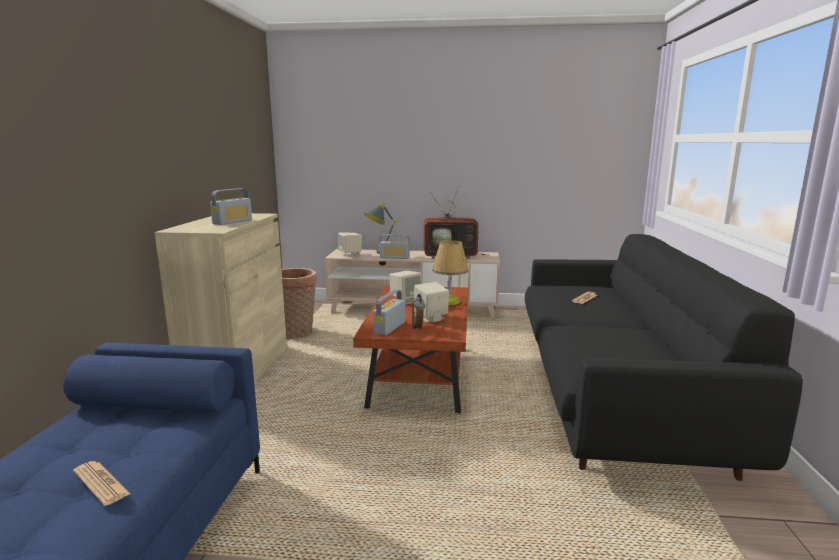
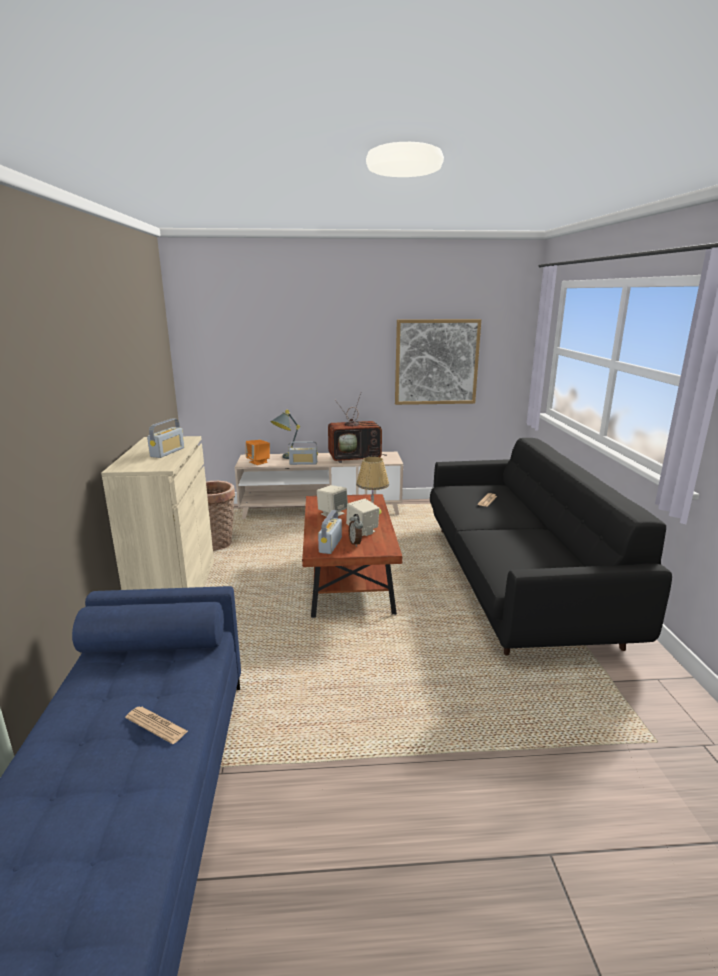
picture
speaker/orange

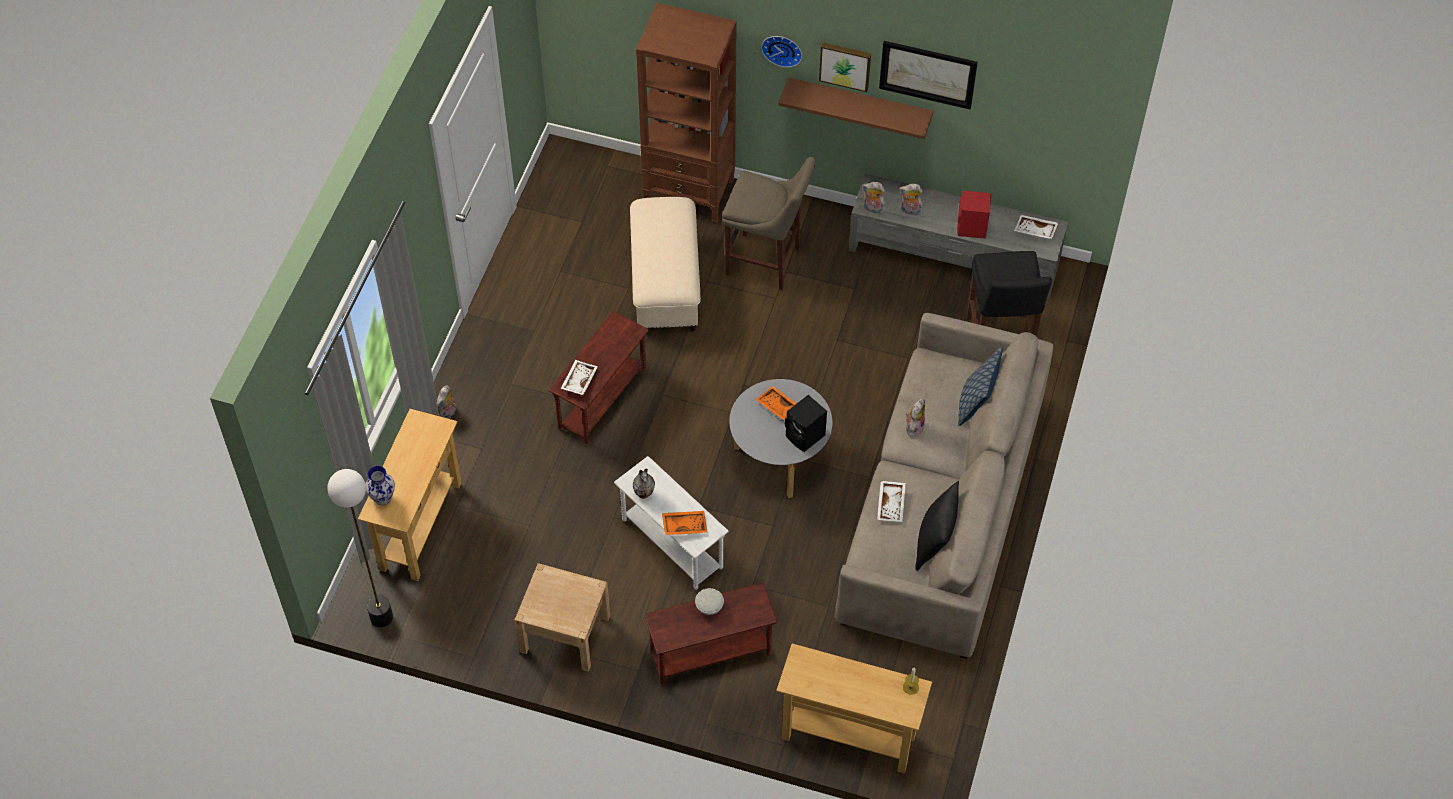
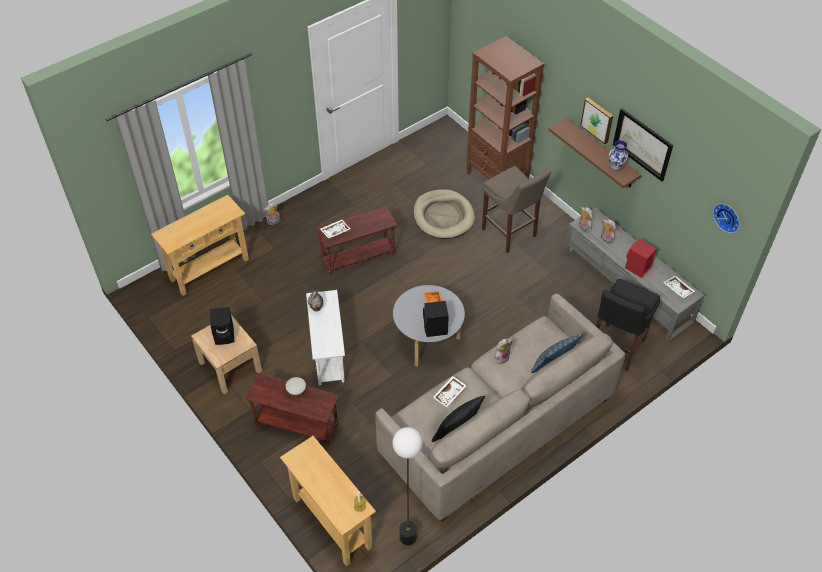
tray/orange (1st from left in the first image)
speaker/black (1st from left)
floor lamp
vase (2nd from left)
wall clock
dog bed/beige

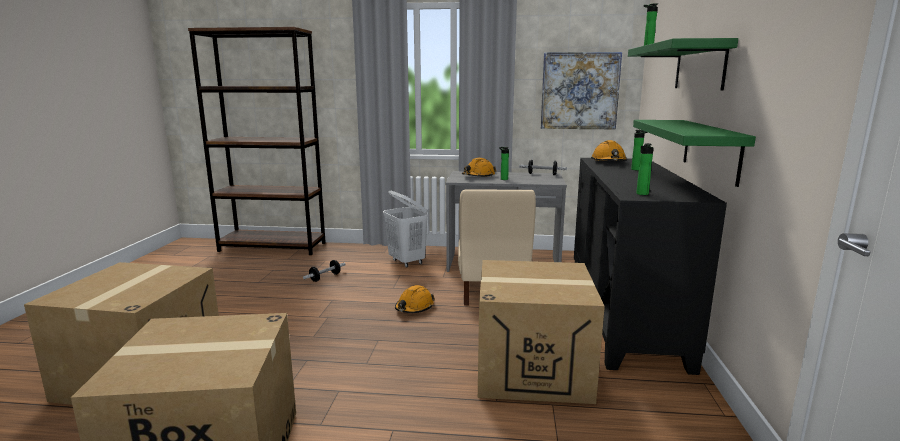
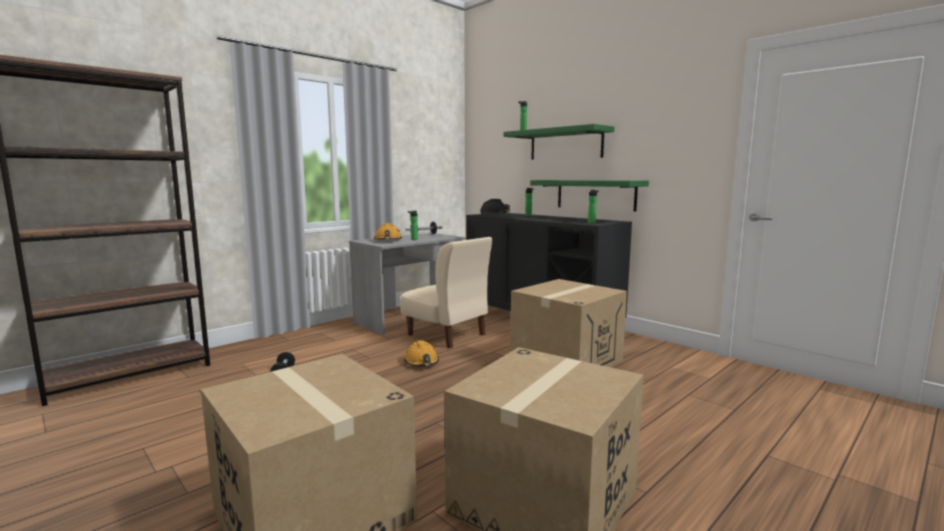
laundry basket/white
picture
hard hat/black

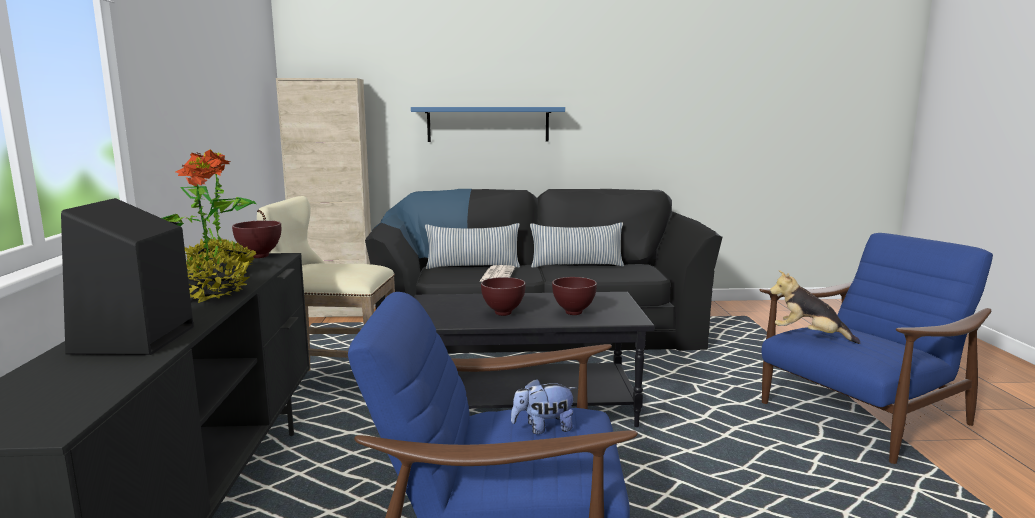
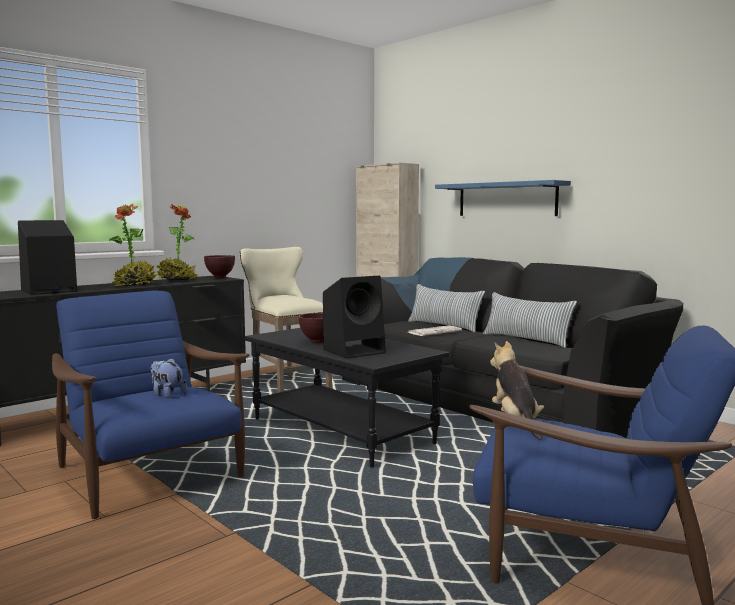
speaker/black (2nd from left)

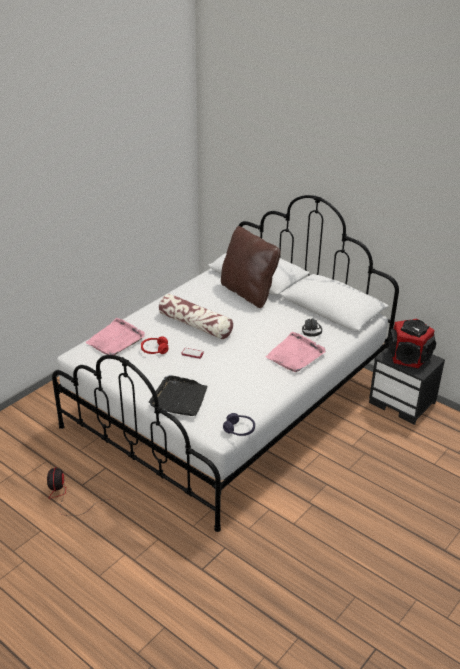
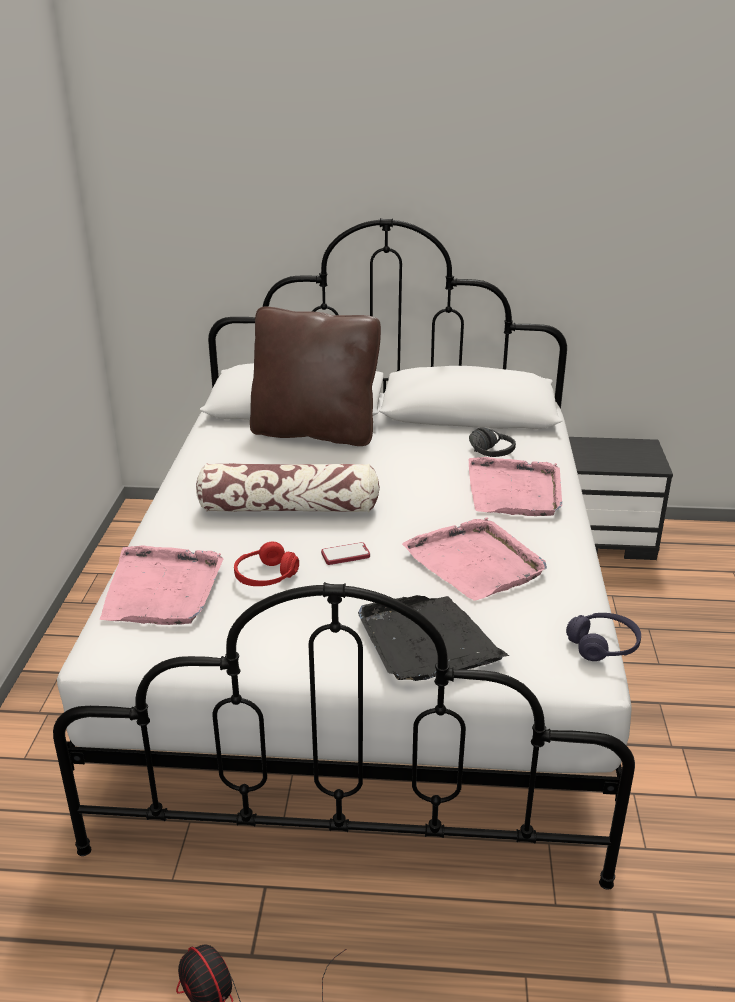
speaker
tray/pink (2nd from left)

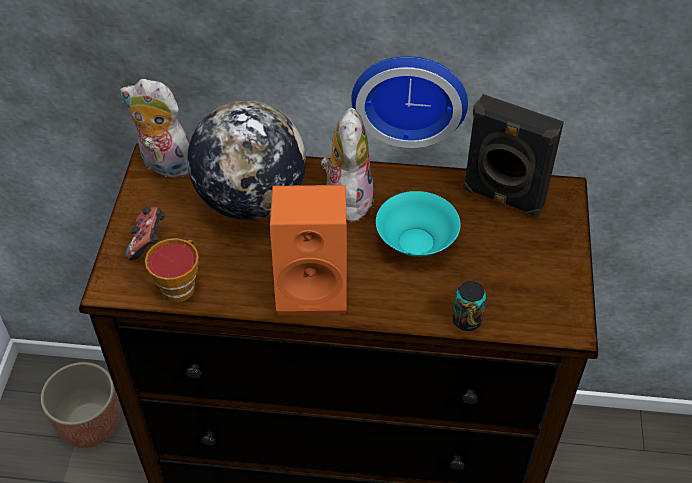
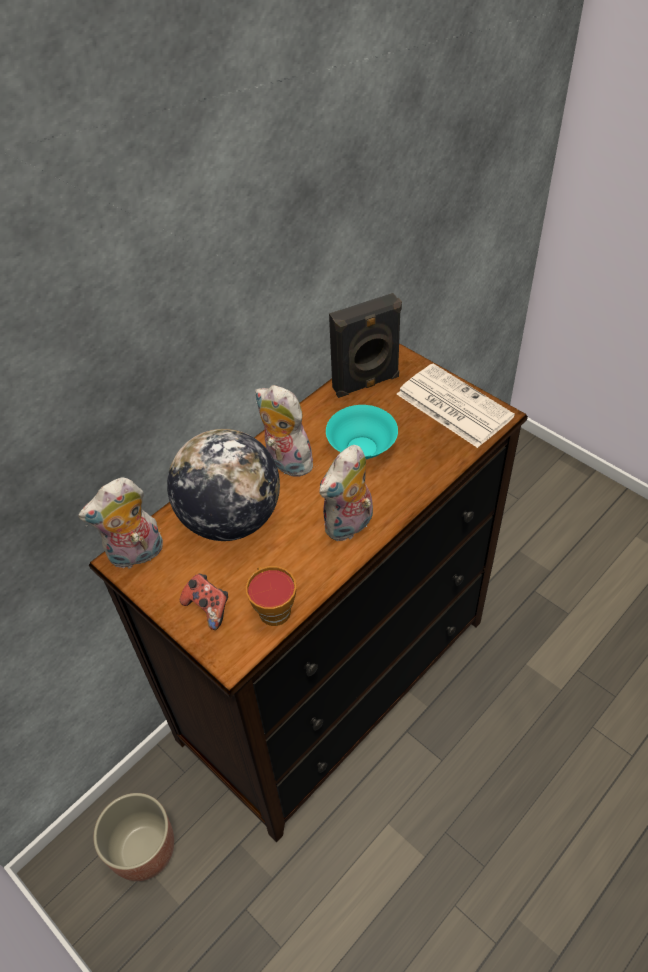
wall clock
can
newspaper
plush toy (3rd from left)

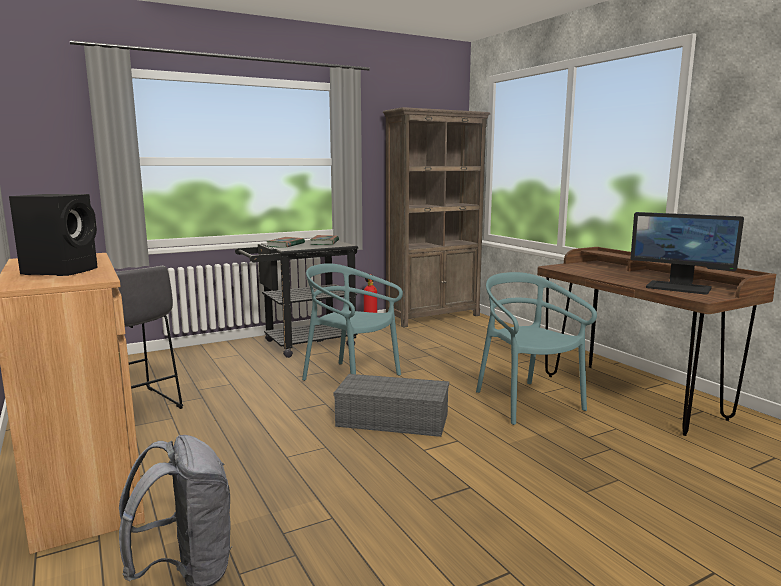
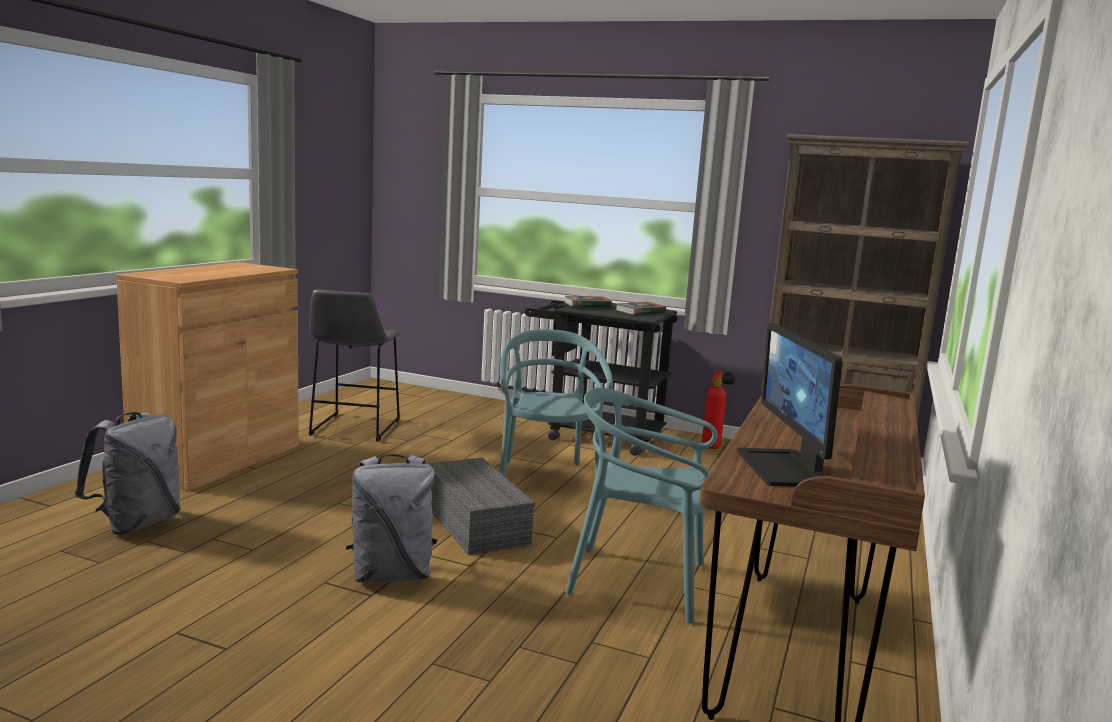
speaker/black
backpack/grey (2nd from left)
chair/turquoise (2nd from left)

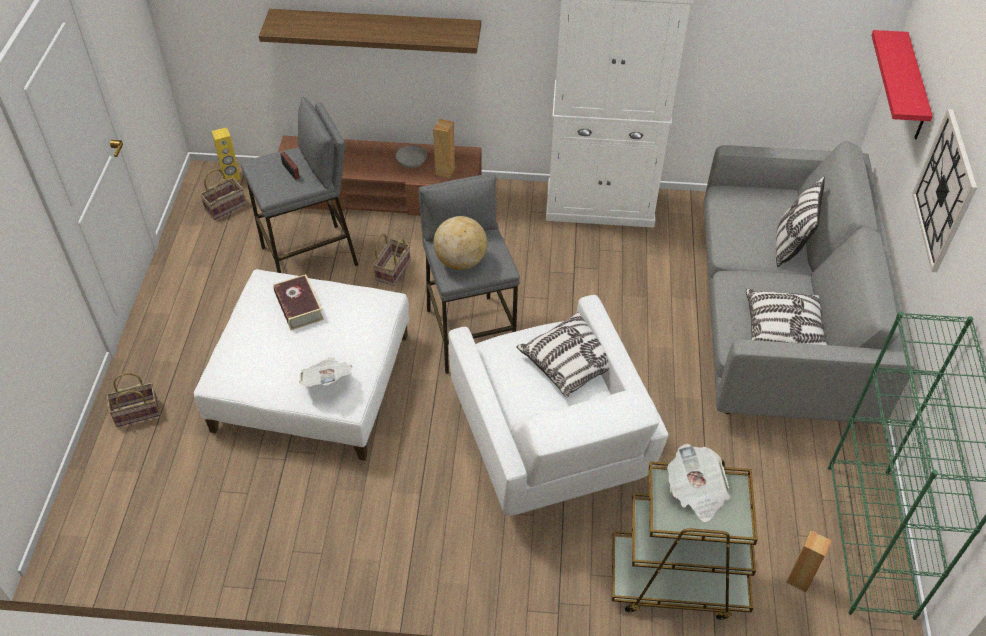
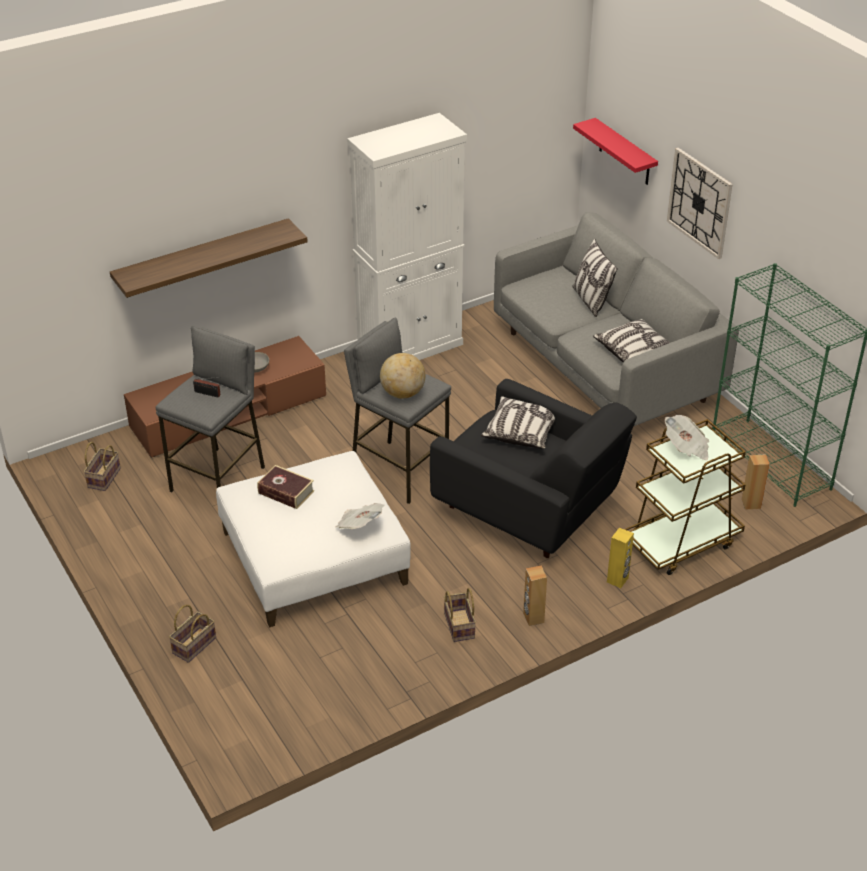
speaker/yellow
basket (3rd from left)
speaker/brown (1st from left)
armchair/black

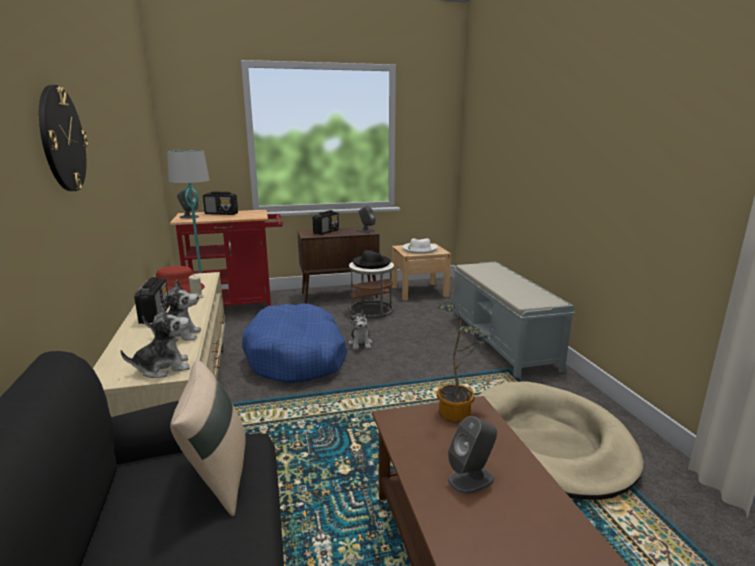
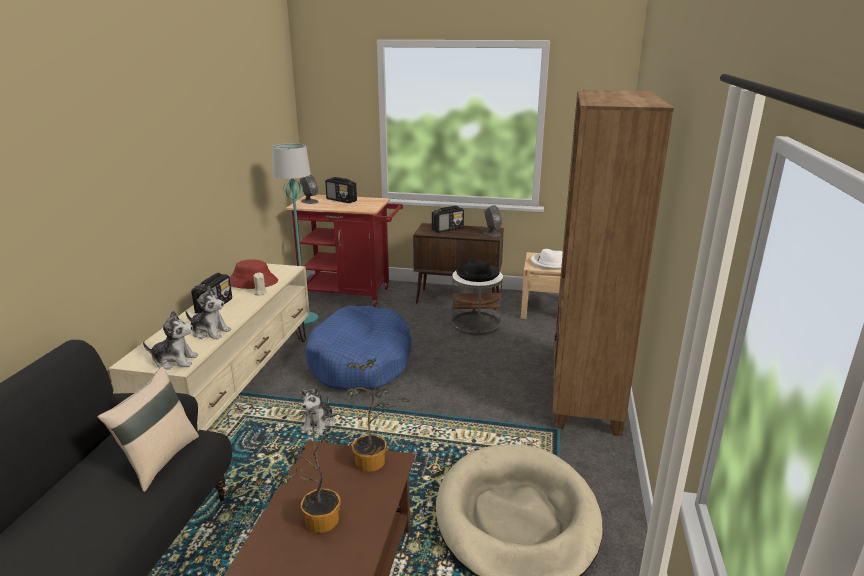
wall clock
plush toy (3rd from left)
potted plant (1st from left)
bookcase/brown

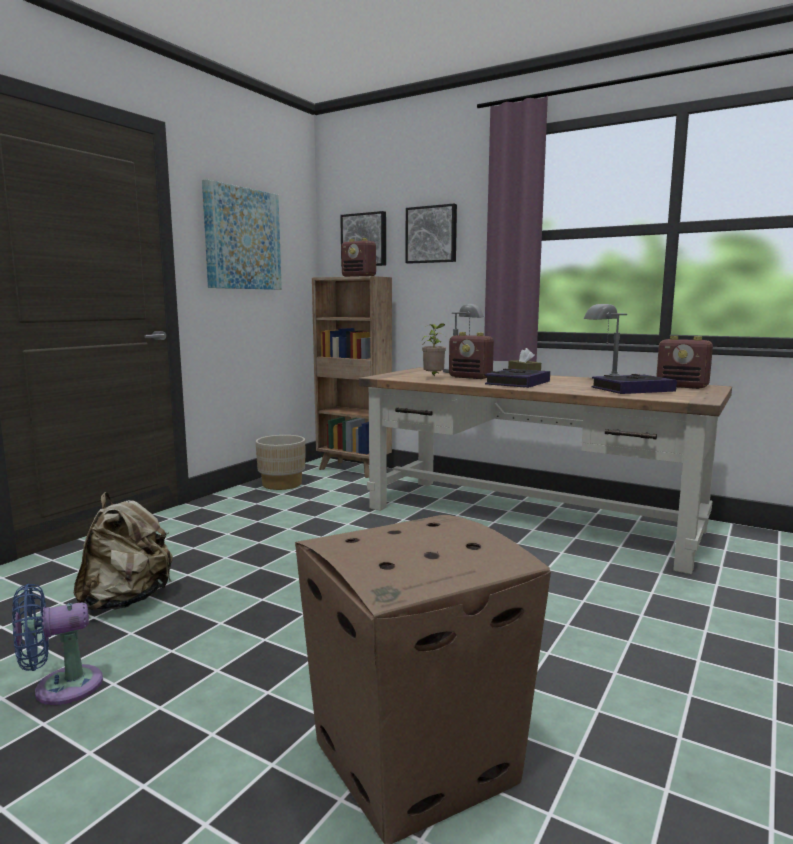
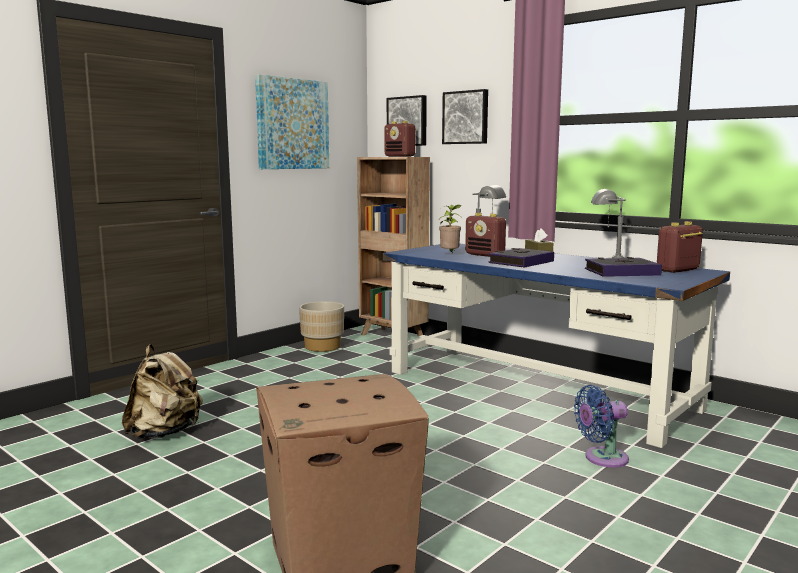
fan/blue
desk/blue
radio (3rd from left)

